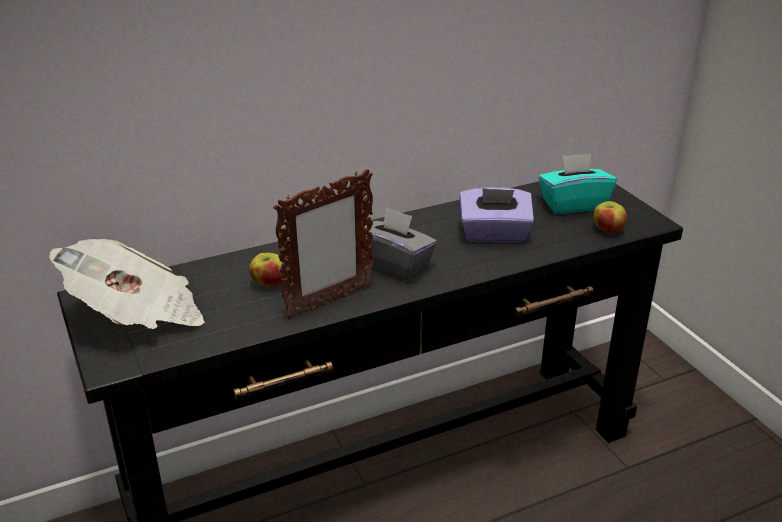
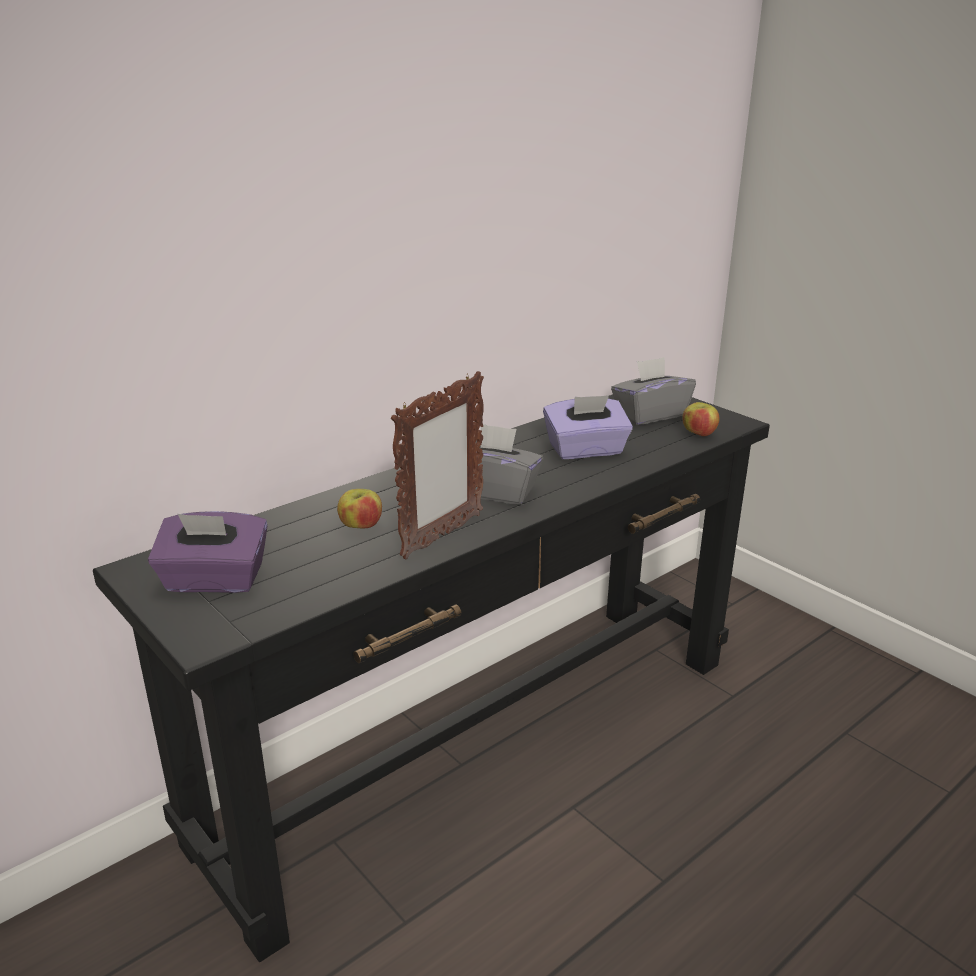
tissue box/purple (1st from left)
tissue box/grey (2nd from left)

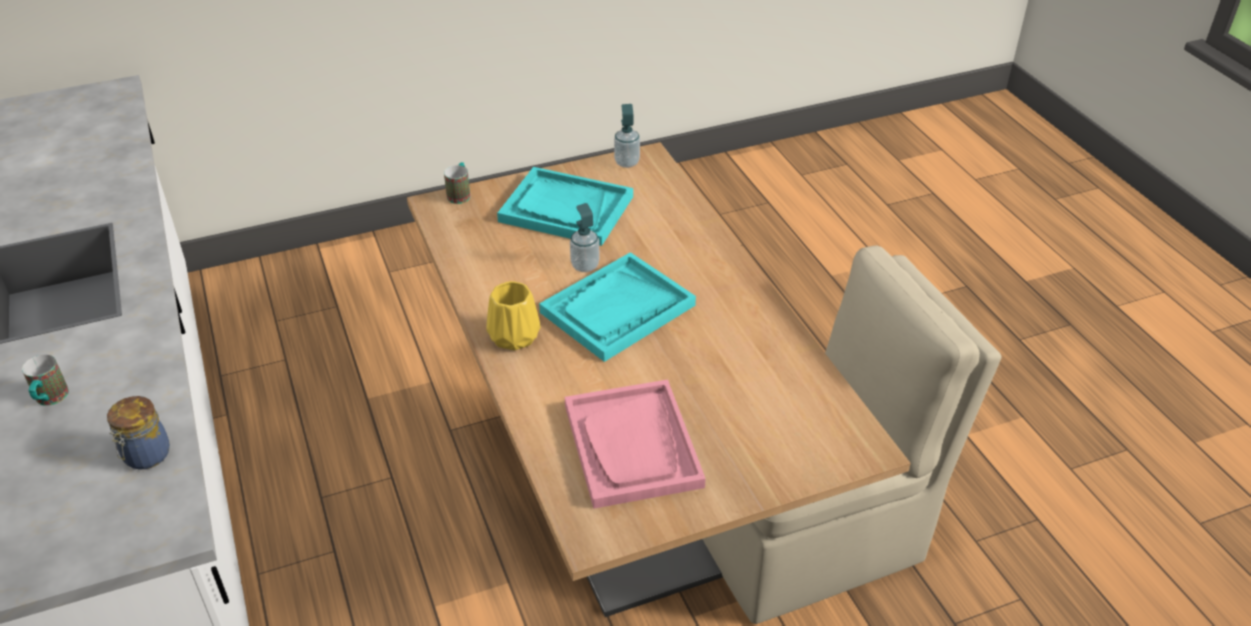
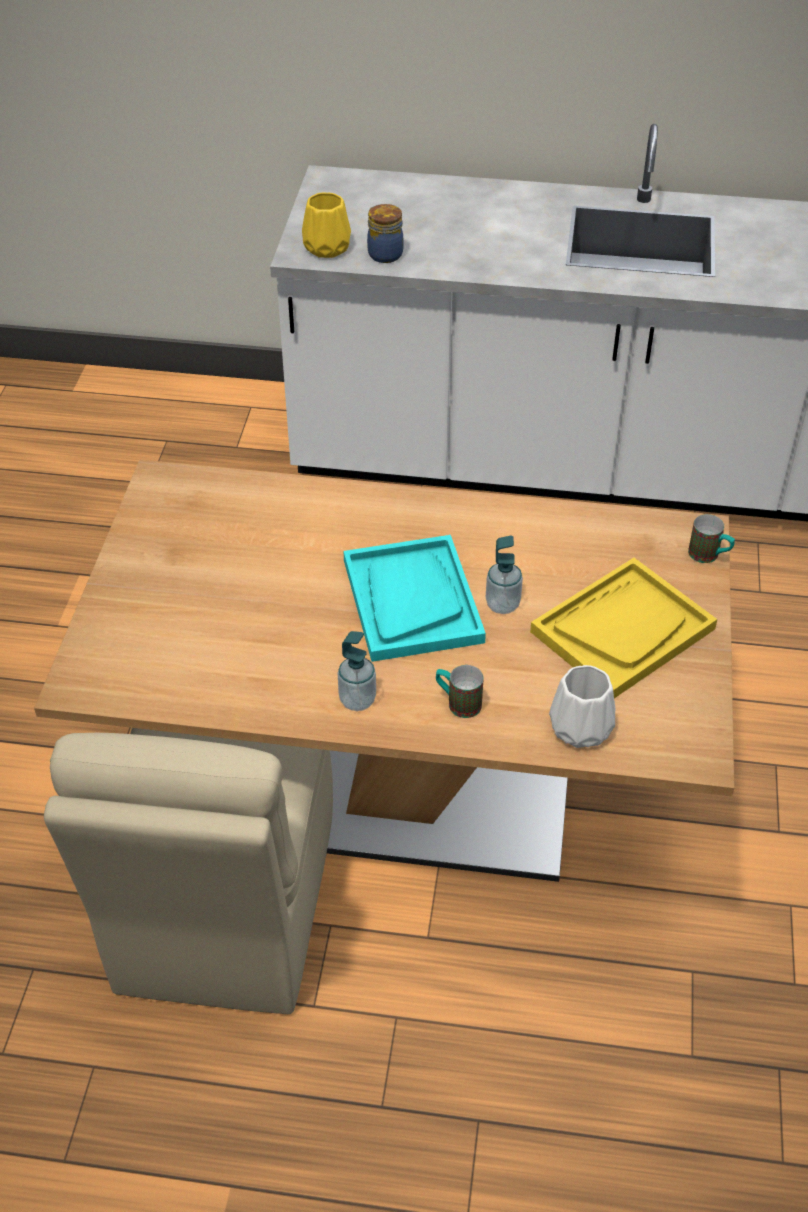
tray/pink
vase/white
mug (1st from left)
vase/yellow
soap dispenser (1st from left)
tray/yellow

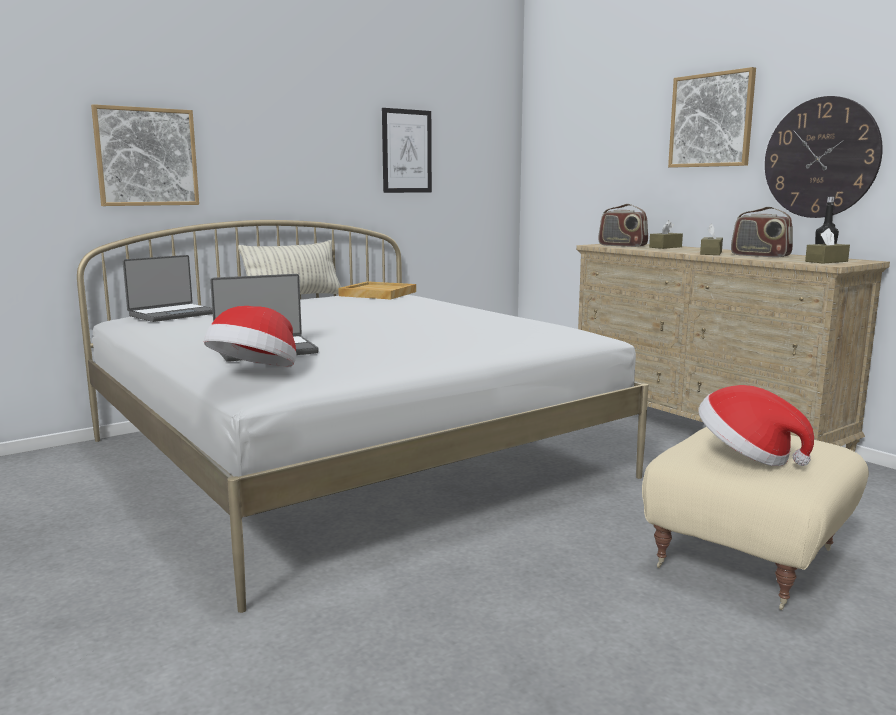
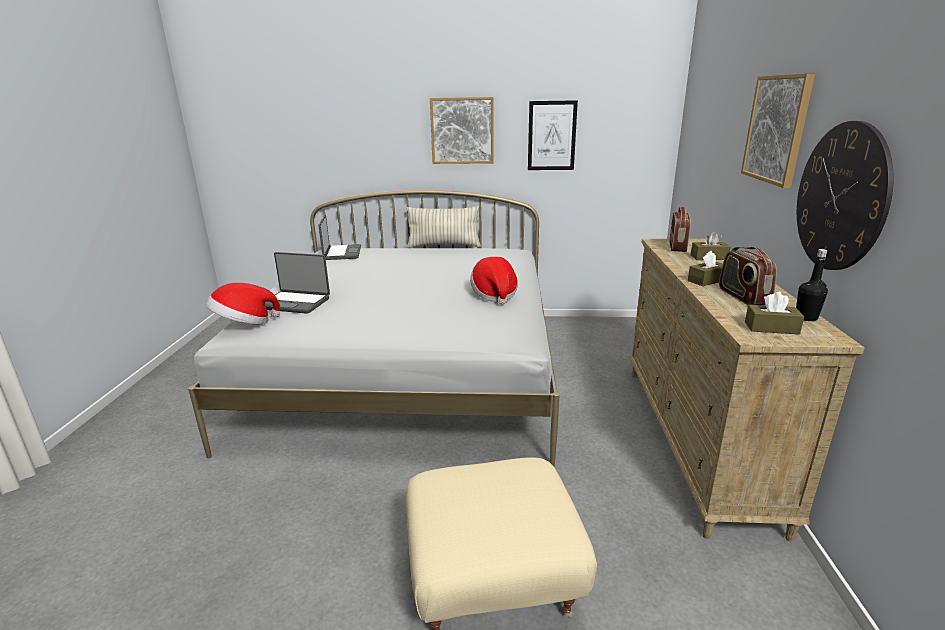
tray/beige
picture (1st from left)
hat (2nd from left)
laptop (2nd from left)
radio (1st from left)

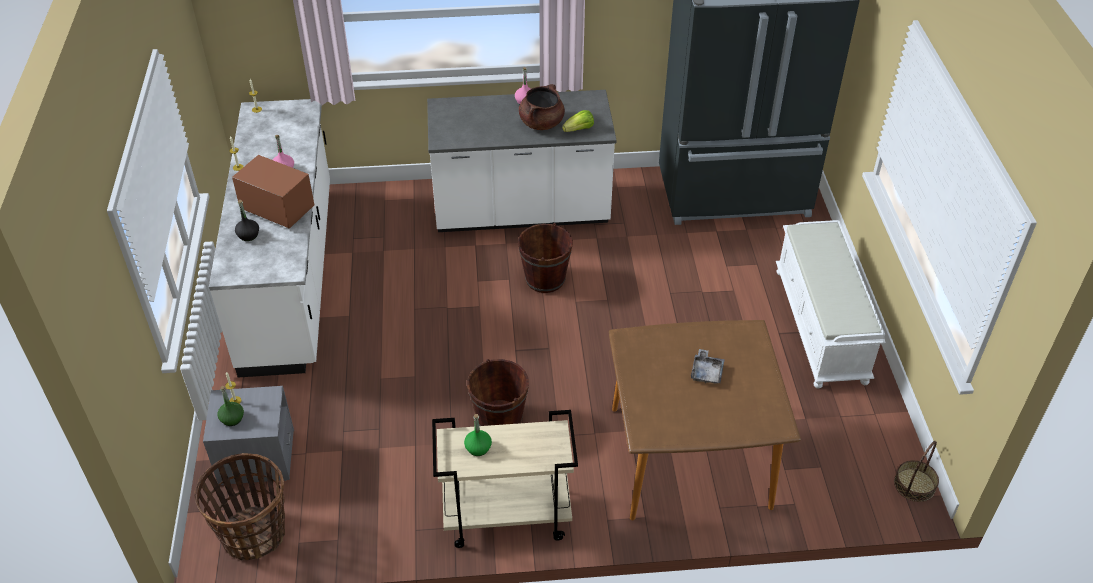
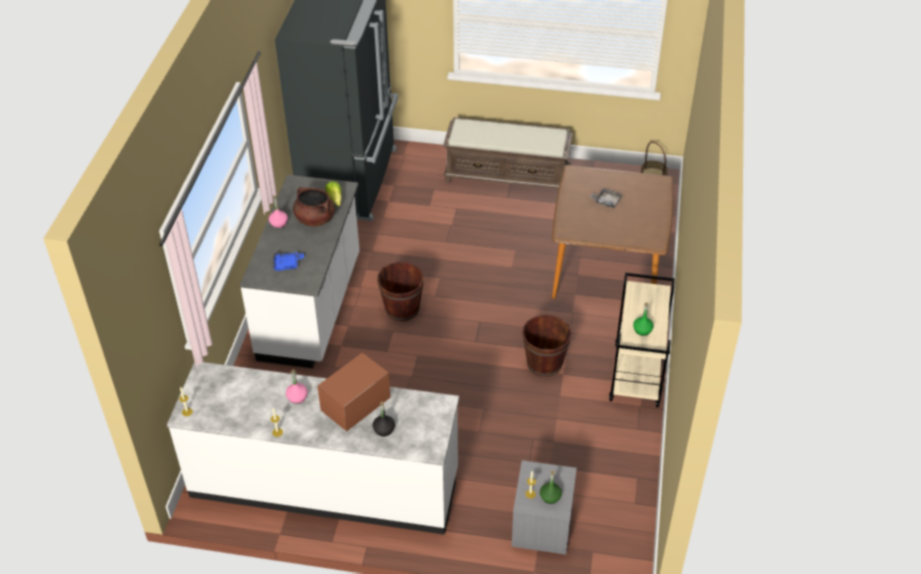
basket (1st from left in the first image)
tray/blue
bench/brown

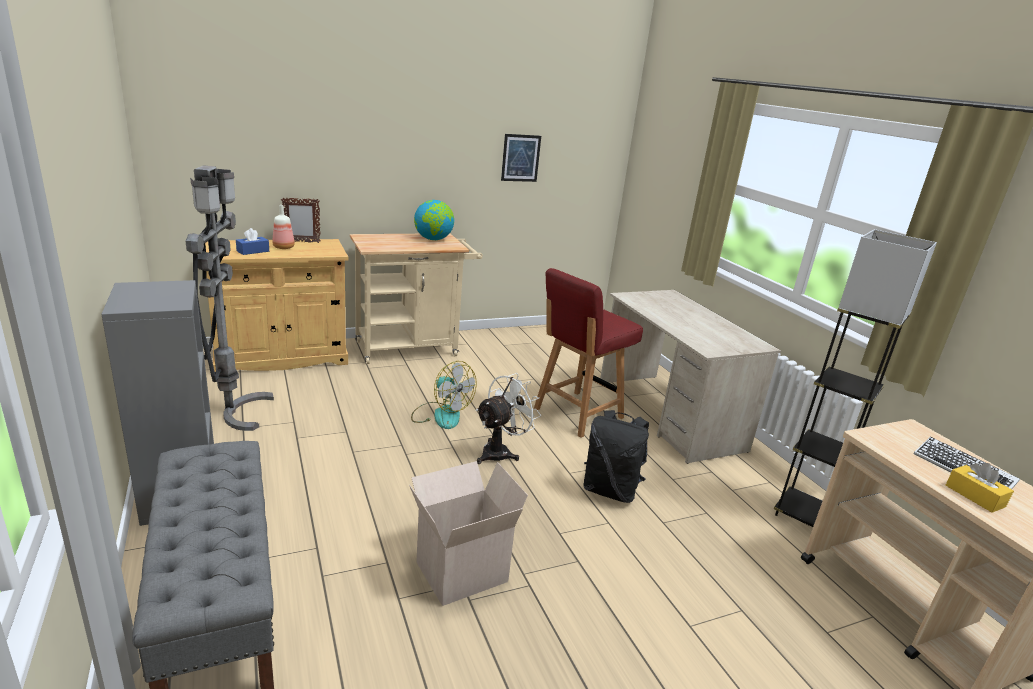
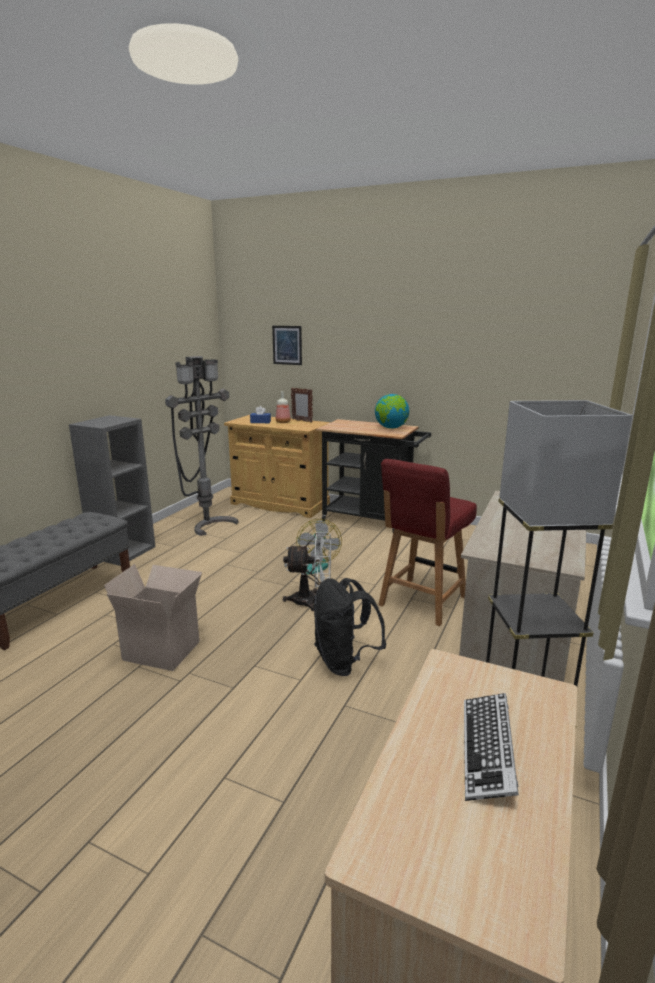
tissue box/yellow
picture
cart/black
chair/red

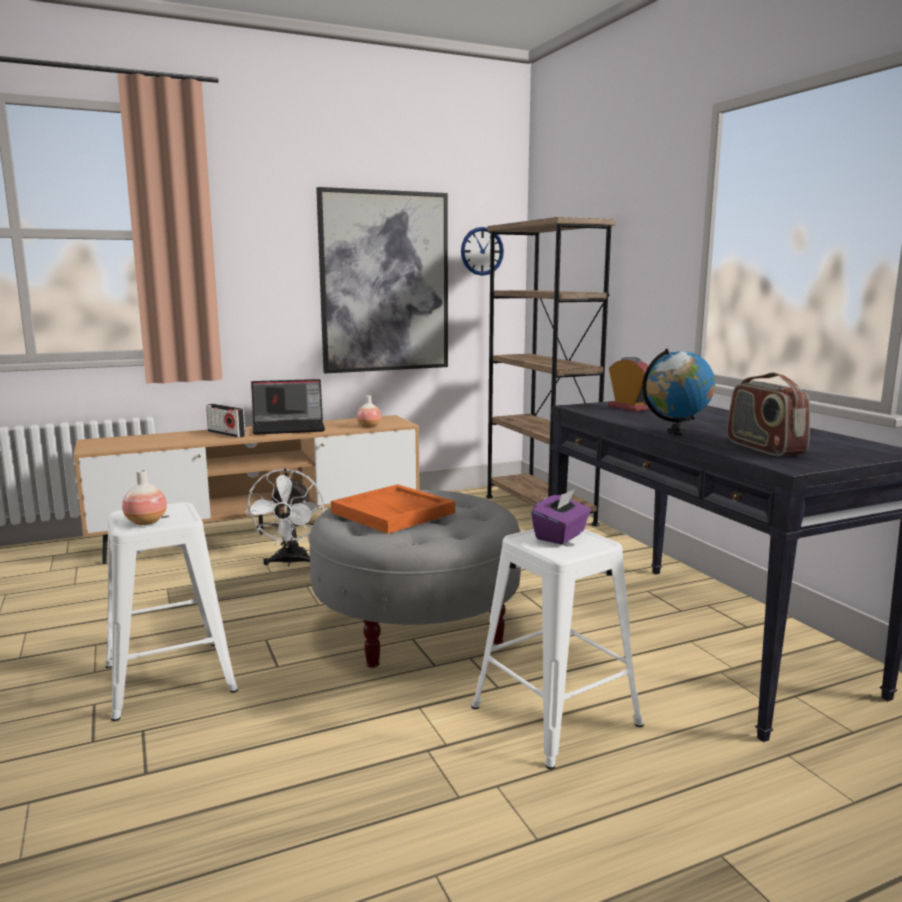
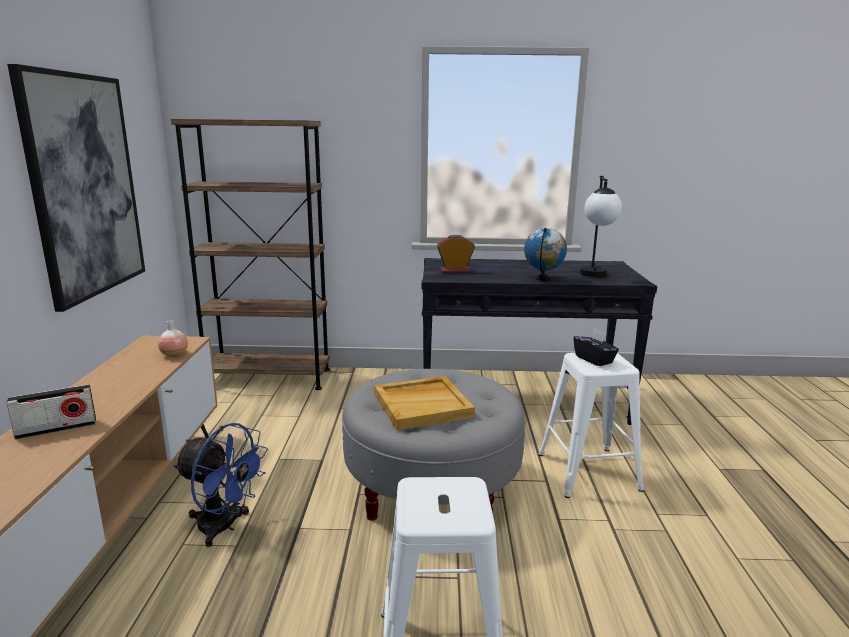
vase (1st from left in the first image)
laptop
wall clock
table lamp
fan/blue
tray/beige
tissue box/black

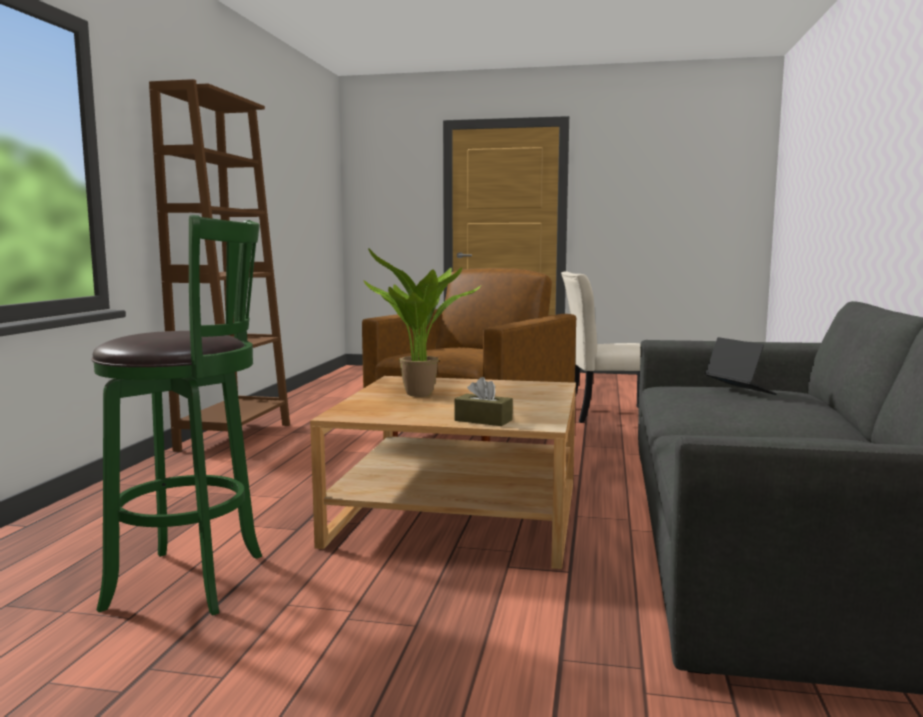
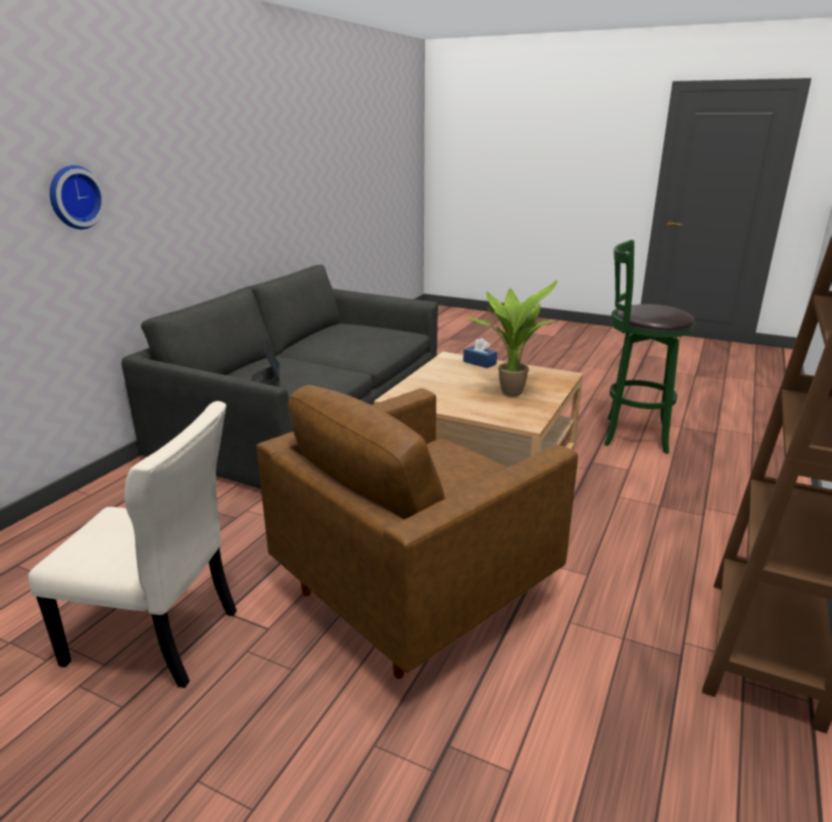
wall clock
tissue box/blue

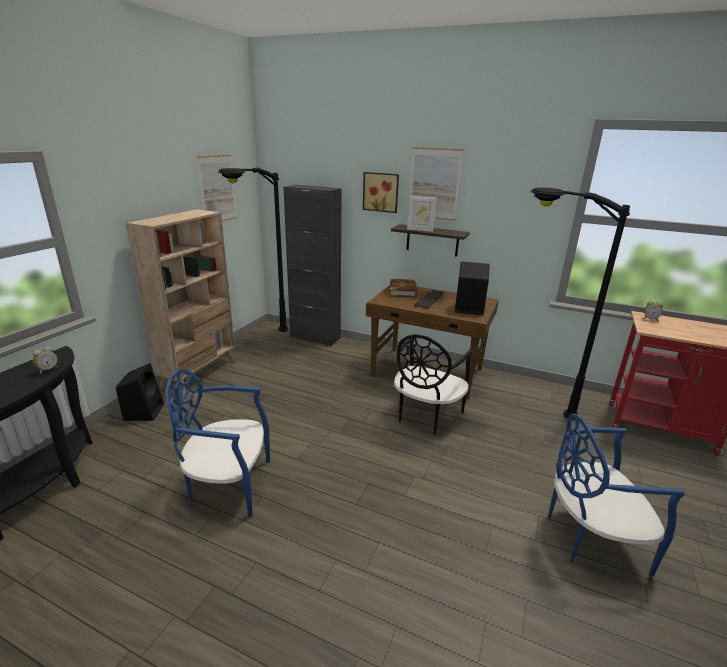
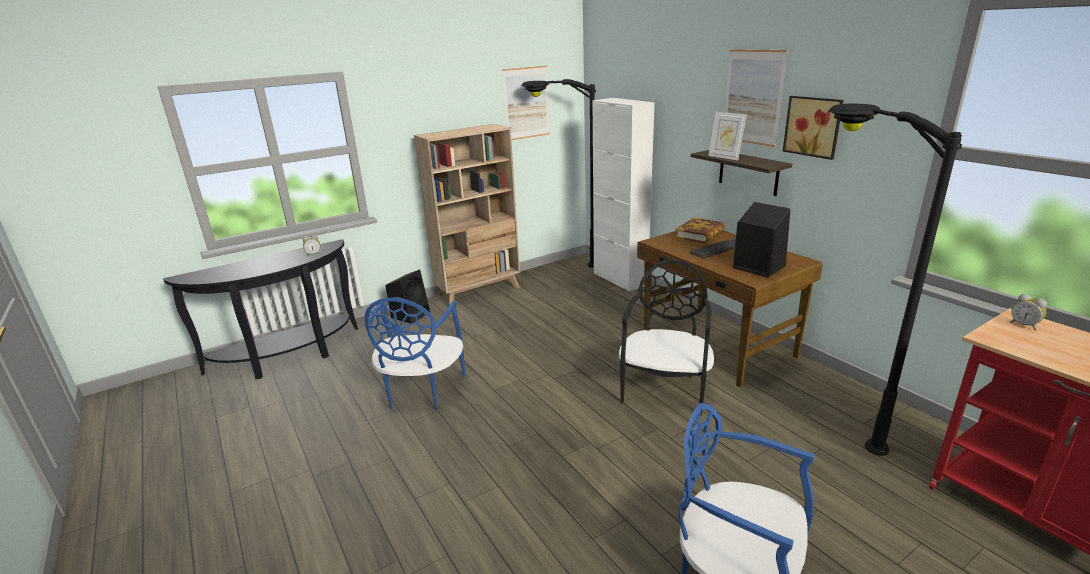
picture (3rd from left)
cabinet/white
chair/blue (1st from left)
chair/black

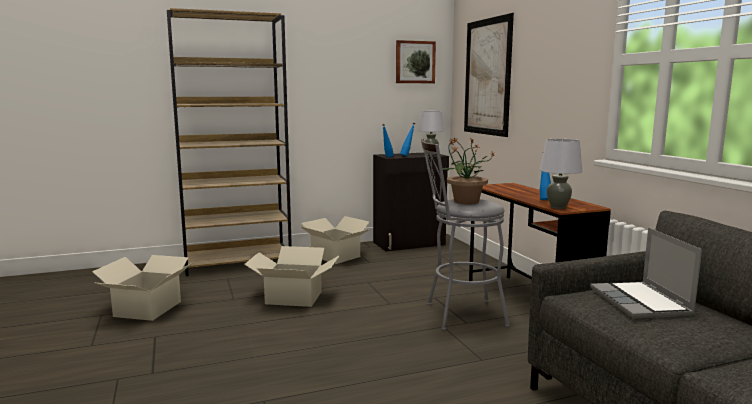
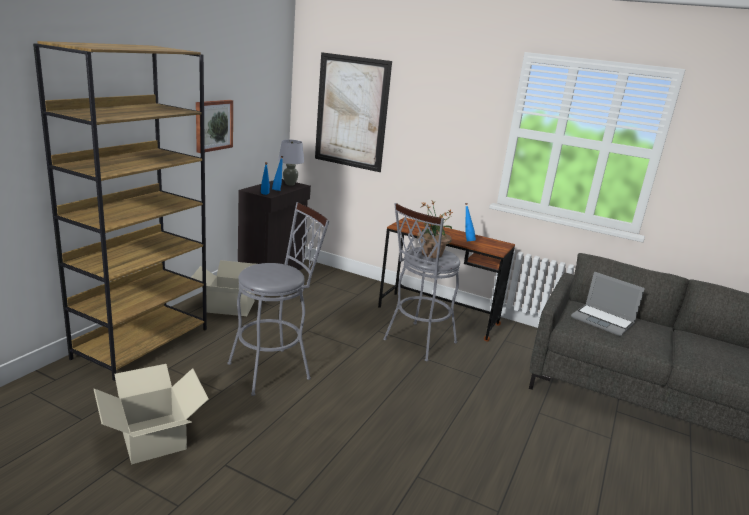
table lamp/grey (2nd from left in the first image)
picture (1st from left)
stool/grey (1st from left)

